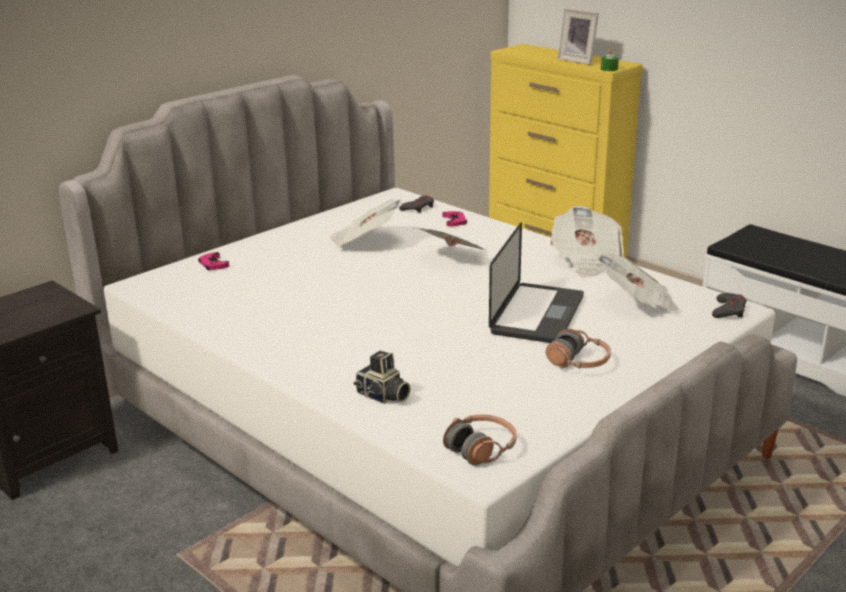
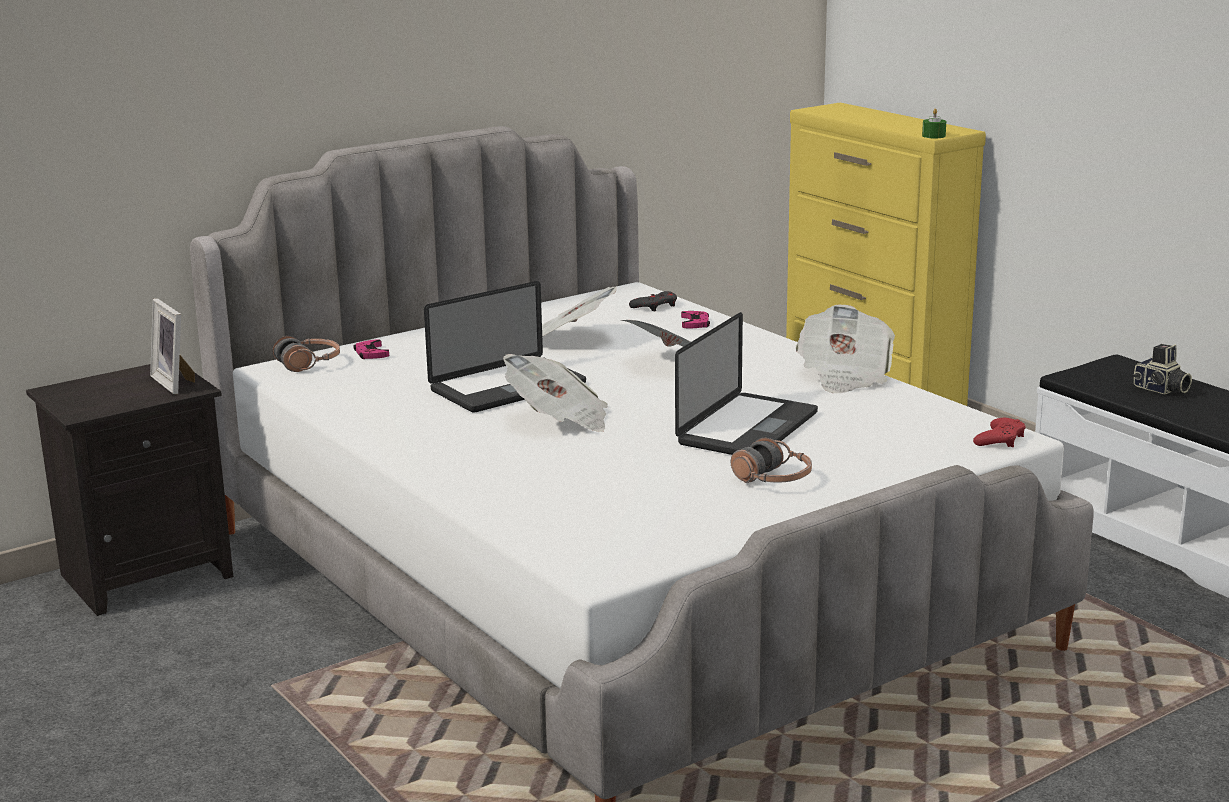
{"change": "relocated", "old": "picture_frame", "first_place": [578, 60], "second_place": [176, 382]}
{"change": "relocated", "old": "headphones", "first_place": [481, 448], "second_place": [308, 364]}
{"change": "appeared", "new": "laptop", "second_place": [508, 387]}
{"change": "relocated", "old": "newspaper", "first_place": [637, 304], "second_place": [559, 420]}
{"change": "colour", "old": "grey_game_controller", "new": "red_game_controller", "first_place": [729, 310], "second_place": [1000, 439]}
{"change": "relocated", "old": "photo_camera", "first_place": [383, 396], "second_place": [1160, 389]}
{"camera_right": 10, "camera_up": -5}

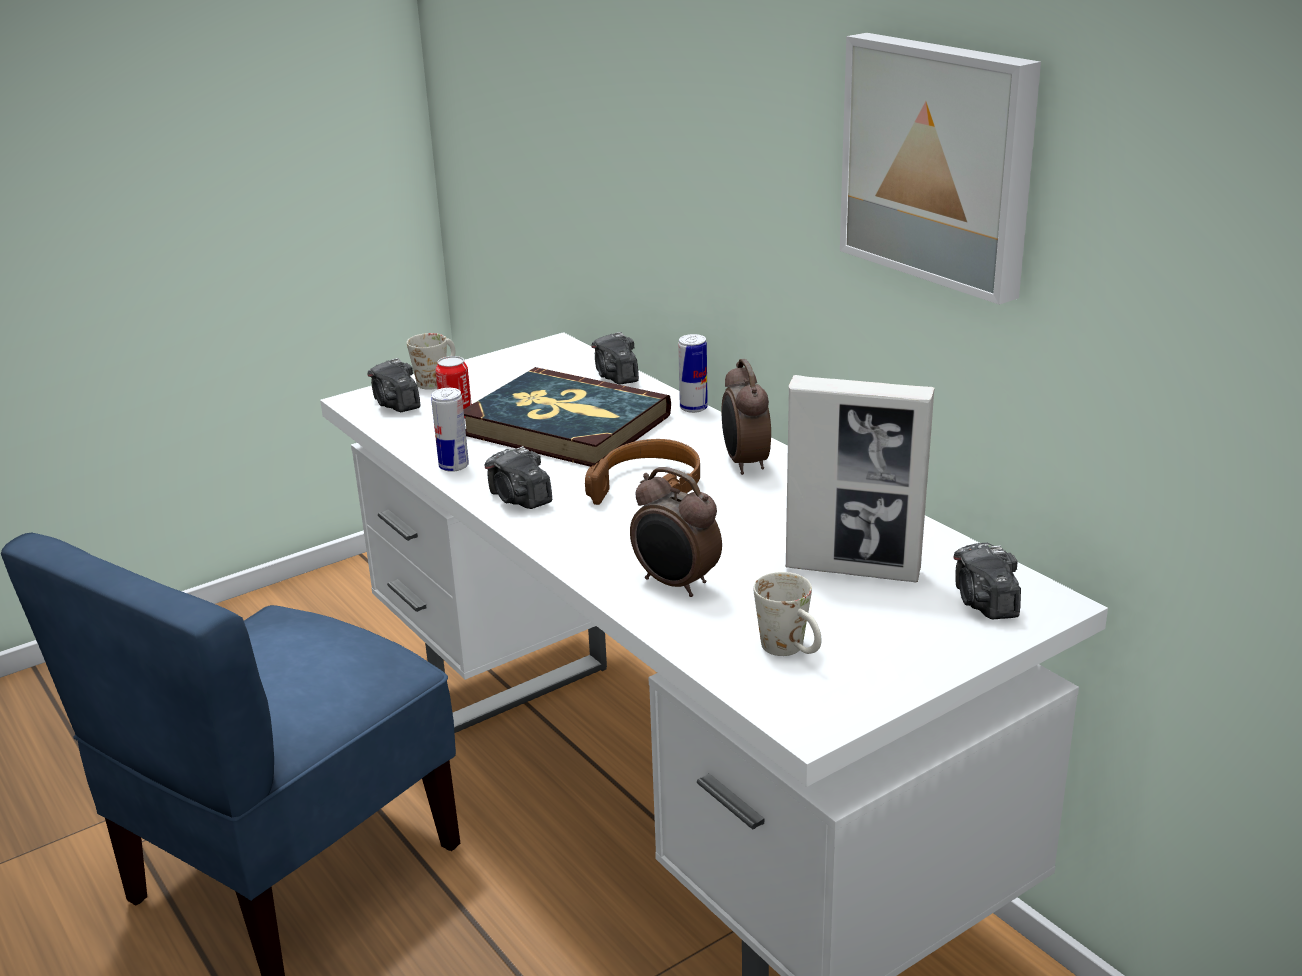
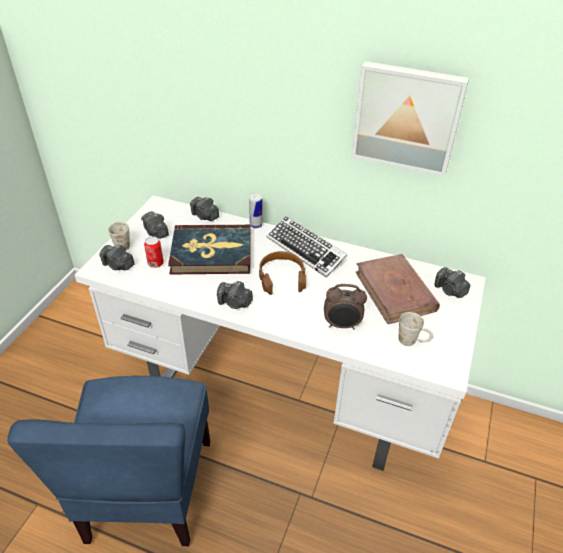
{"change": "appeared", "new": "photo_camera", "second_place": [156, 232]}
{"change": "exchanged", "old": "alarm_clock", "new": "keyboard", "first_place": [744, 463], "second_place": [305, 250]}
{"change": "exchanged", "old": "picture_frame", "new": "brown_book", "first_place": [853, 569], "second_place": [395, 291]}
{"change": "missing", "old": "can", "first_place": [454, 466]}
{"camera_right": -35, "camera_up": 15}

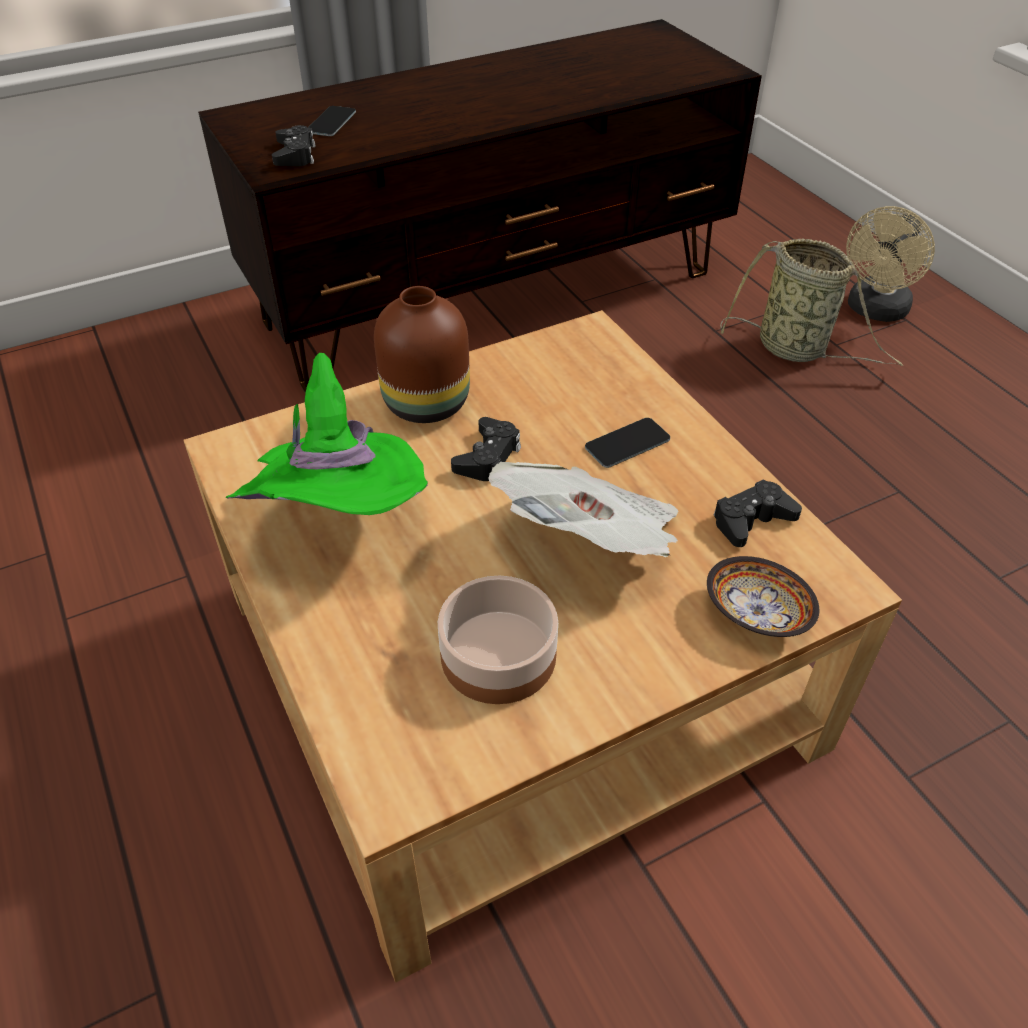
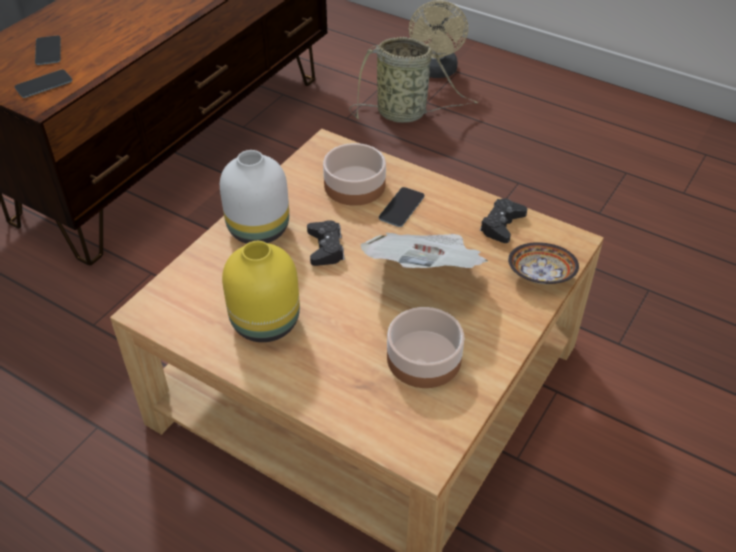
{"change": "exchanged", "old": "black_game_controller", "new": "phone", "first_place": [295, 154], "second_place": [44, 84]}
{"change": "colour", "old": "brown_vase", "new": "white_vase", "first_place": [424, 402], "second_place": [257, 229]}
{"change": "exchanged", "old": "green_hat", "new": "yellow_vase", "first_place": [343, 520], "second_place": [267, 323]}
{"change": "appeared", "new": "bowl", "second_place": [355, 185]}
{"camera_right": -30, "camera_up": 0}

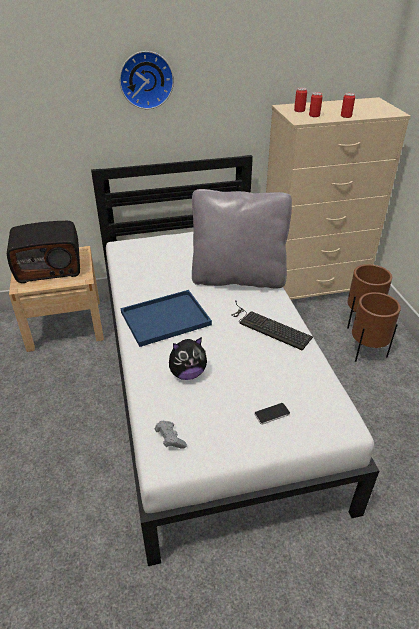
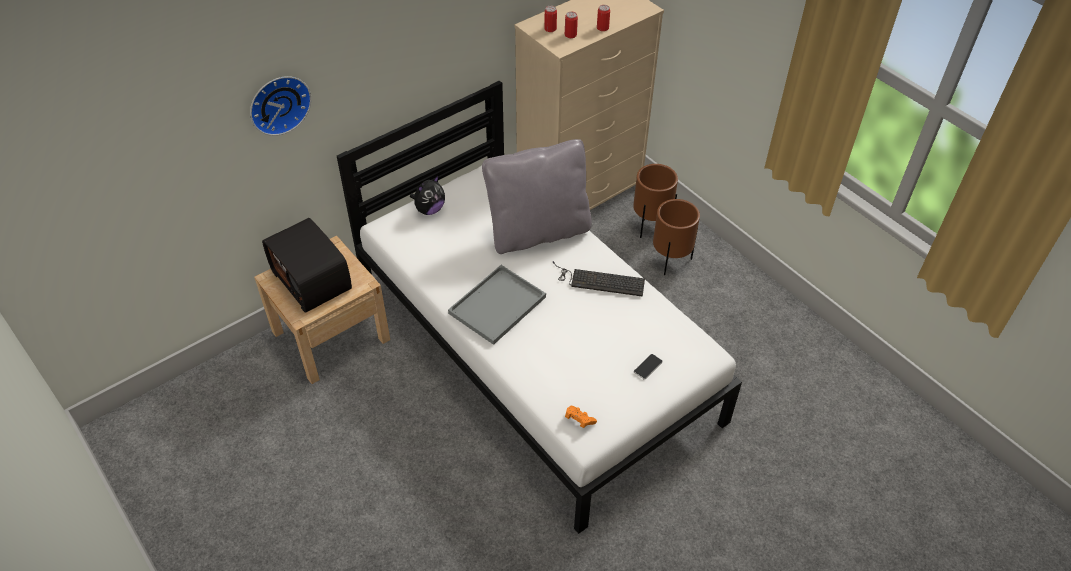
{"change": "relocated", "old": "wall_clock", "first_place": [146, 79], "second_place": [278, 103]}
{"change": "spun", "old": "radio", "first_place": [49, 267], "second_place": [313, 280], "degrees": 90}
{"change": "relocated", "old": "plush_toy", "first_place": [187, 373], "second_place": [429, 209]}
{"change": "colour", "old": "blue_tray", "new": "grey_tray", "first_place": [164, 319], "second_place": [497, 306]}
{"change": "colour", "old": "grey_game_controller", "new": "orange_game_controller", "first_place": [170, 439], "second_place": [579, 420]}
{"camera_right": -25, "camera_up": 10}

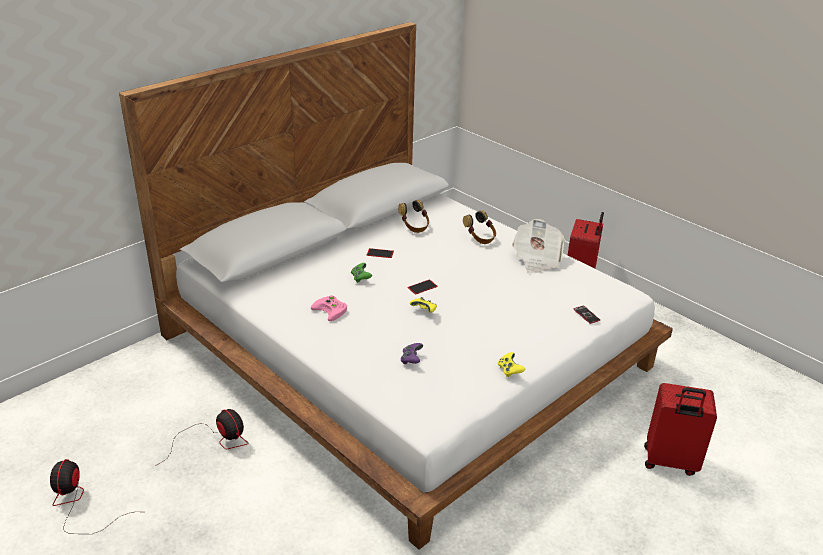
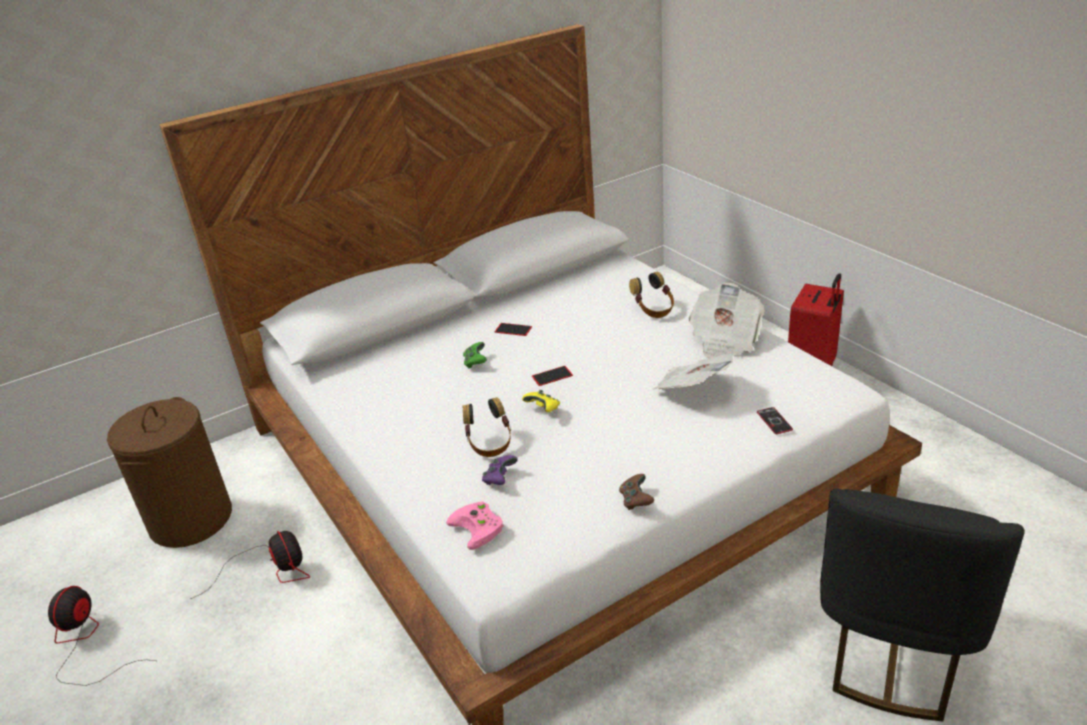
{"change": "appeared", "new": "brown_laundry_basket", "second_place": [191, 519]}
{"change": "relocated", "old": "pink_game_controller", "first_place": [332, 310], "second_place": [479, 527]}
{"change": "relocated", "old": "headphones", "first_place": [414, 227], "second_place": [489, 444]}
{"change": "colour", "old": "yellow_game_controller", "new": "brown_game_controller", "first_place": [509, 370], "second_place": [635, 500]}
{"change": "appeared", "new": "newspaper", "second_place": [693, 389]}
{"change": "exchanged", "old": "red_suitcase", "new": "black_chair", "first_place": [670, 462], "second_place": [892, 647]}
{"camera_right": 15, "camera_up": 0}

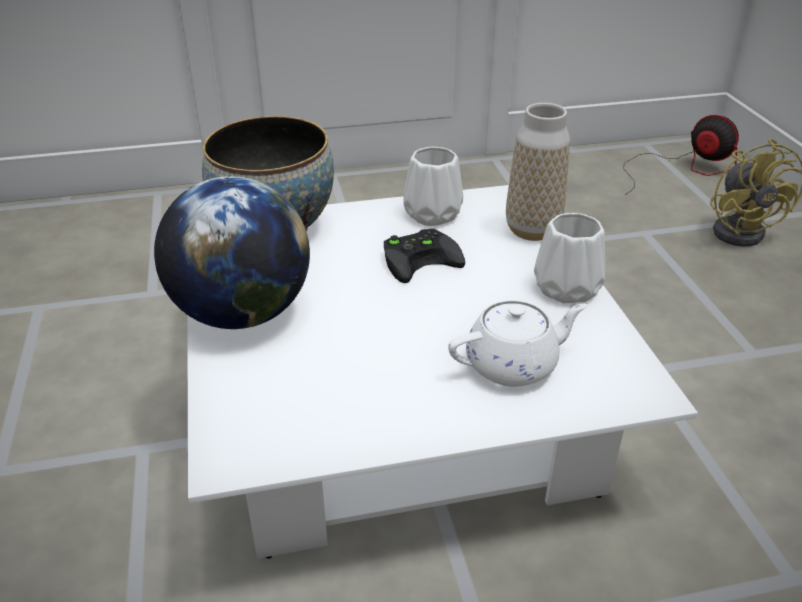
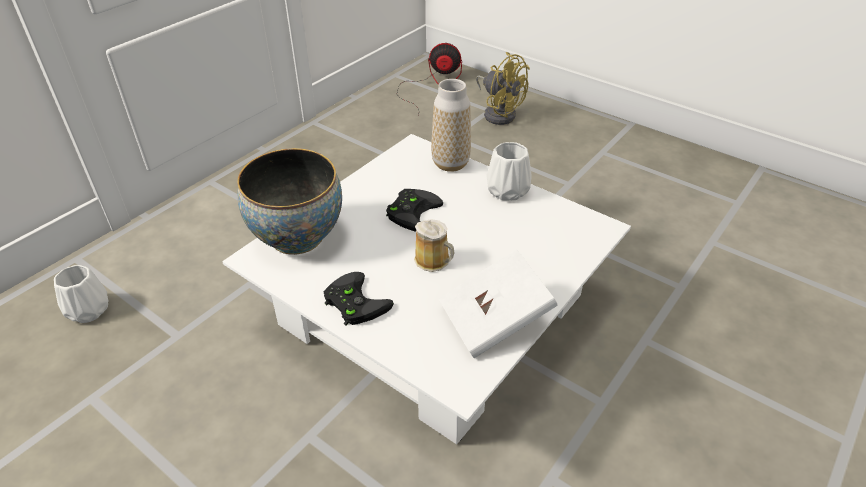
{"change": "relocated", "old": "white_vase", "first_place": [433, 215], "second_place": [89, 310]}
{"change": "exchanged", "old": "globe", "new": "black_game_controller", "first_place": [242, 314], "second_place": [353, 302]}
{"change": "appeared", "new": "mug", "second_place": [434, 261]}
{"change": "appeared", "new": "white_book", "second_place": [495, 320]}
{"change": "missing", "old": "white_teapot", "first_place": [513, 364]}
{"camera_right": -40, "camera_up": 5}

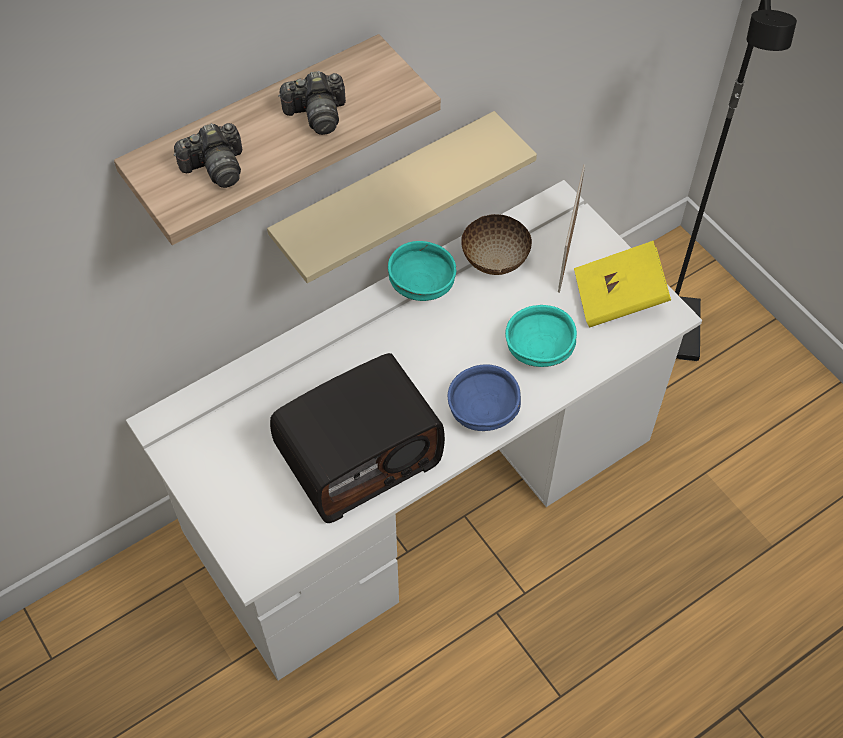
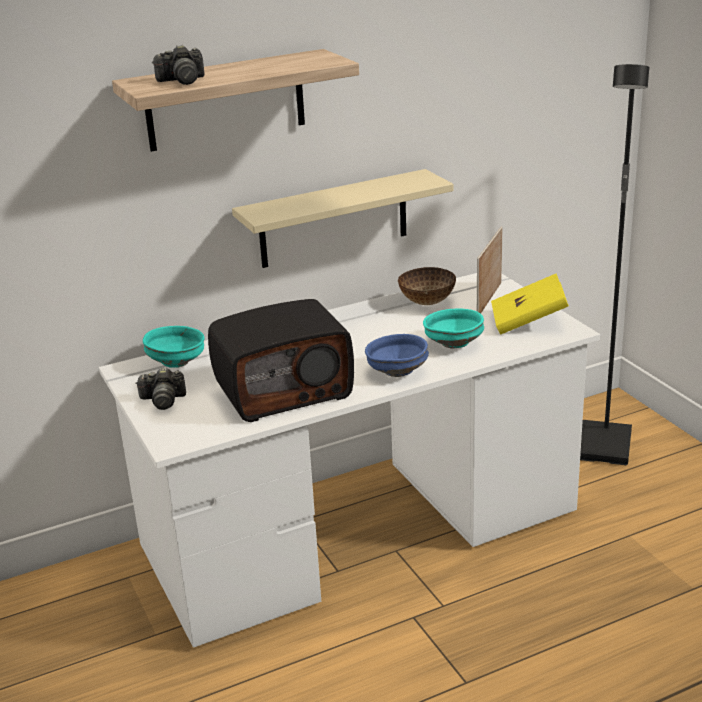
{"change": "relocated", "old": "photo_camera", "first_place": [317, 114], "second_place": [163, 400]}
{"change": "relocated", "old": "turquoise_bowl", "first_place": [423, 285], "second_place": [177, 362]}
{"camera_right": 10, "camera_up": -30}

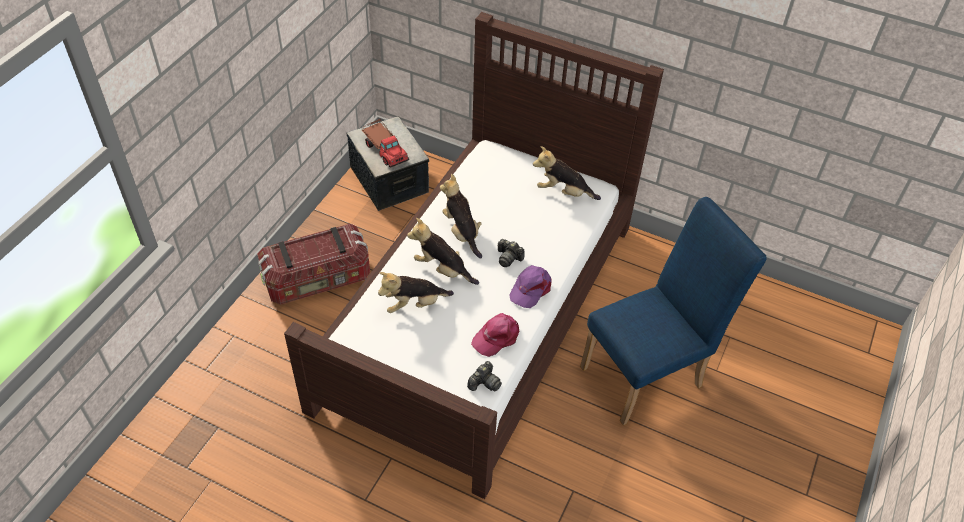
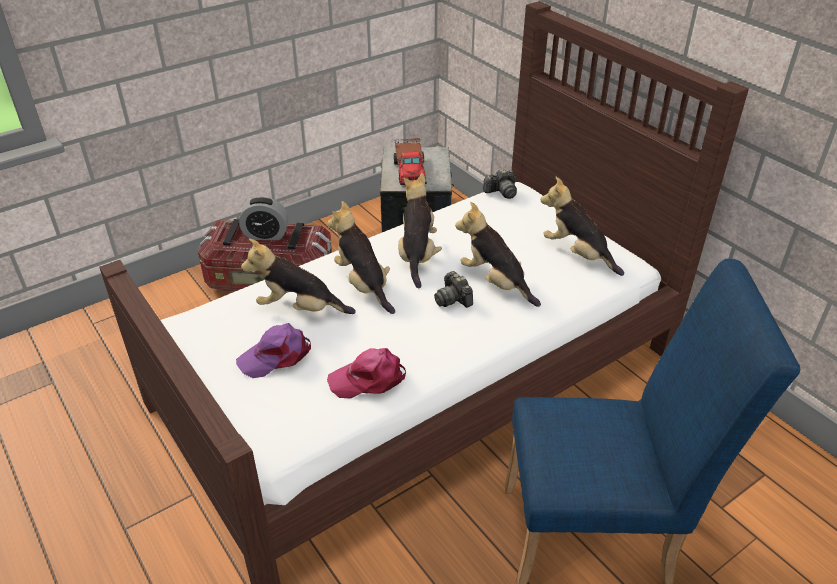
{"change": "relocated", "old": "purple_cap", "first_place": [530, 289], "second_place": [276, 356]}
{"change": "appeared", "new": "alarm_clock", "second_place": [266, 235]}
{"change": "appeared", "new": "plush_toy", "second_place": [495, 282]}
{"change": "relocated", "old": "photo_camera", "first_place": [484, 383], "second_place": [501, 192]}
{"camera_right": 30, "camera_up": -10}

